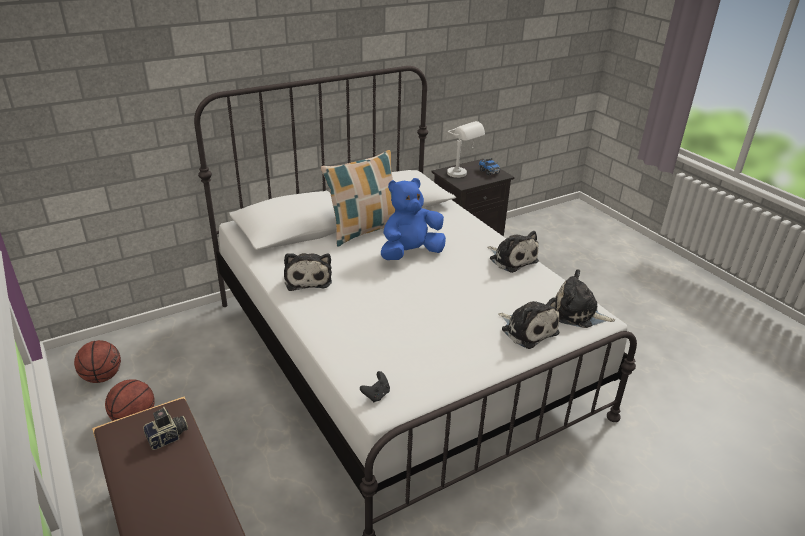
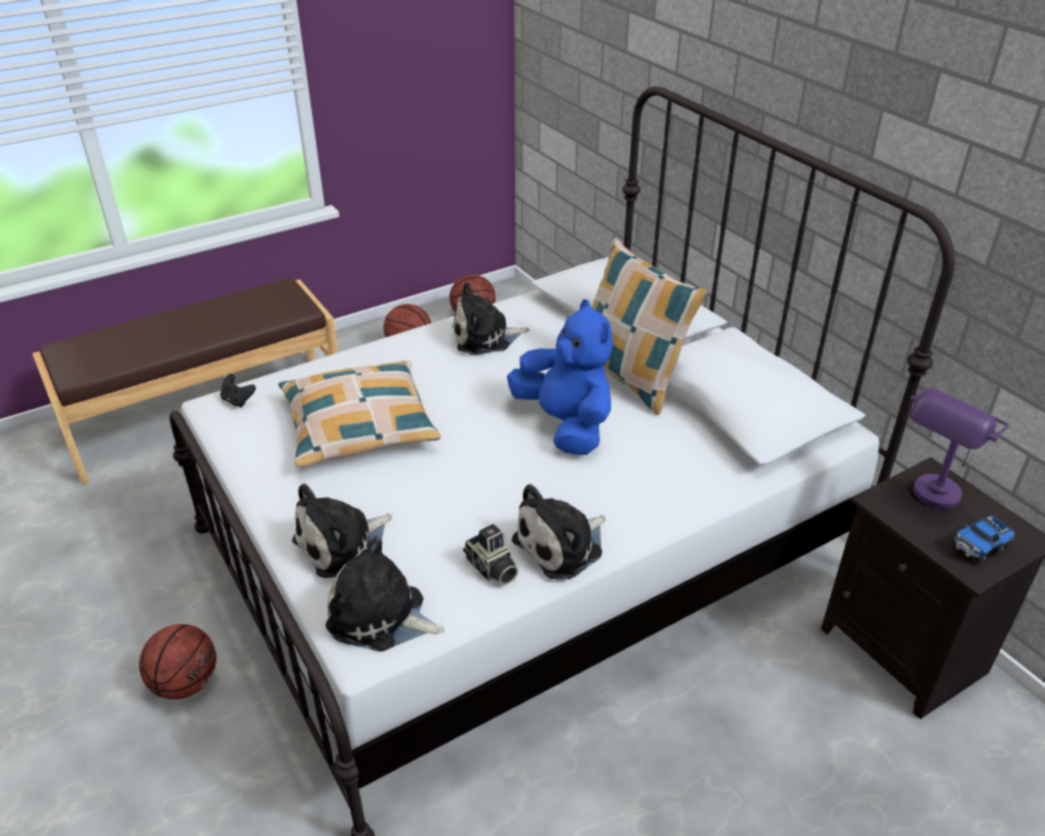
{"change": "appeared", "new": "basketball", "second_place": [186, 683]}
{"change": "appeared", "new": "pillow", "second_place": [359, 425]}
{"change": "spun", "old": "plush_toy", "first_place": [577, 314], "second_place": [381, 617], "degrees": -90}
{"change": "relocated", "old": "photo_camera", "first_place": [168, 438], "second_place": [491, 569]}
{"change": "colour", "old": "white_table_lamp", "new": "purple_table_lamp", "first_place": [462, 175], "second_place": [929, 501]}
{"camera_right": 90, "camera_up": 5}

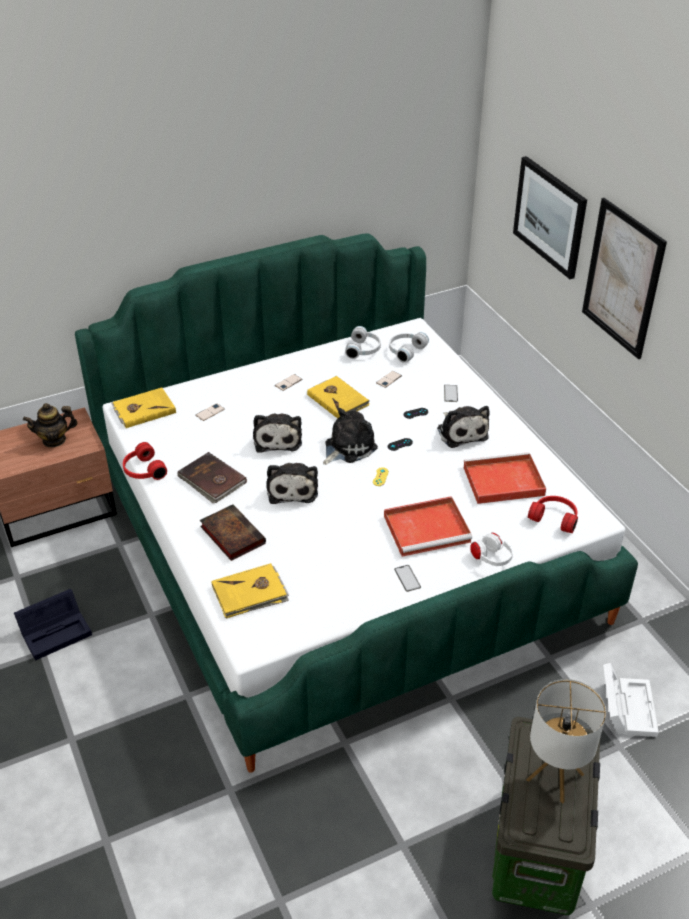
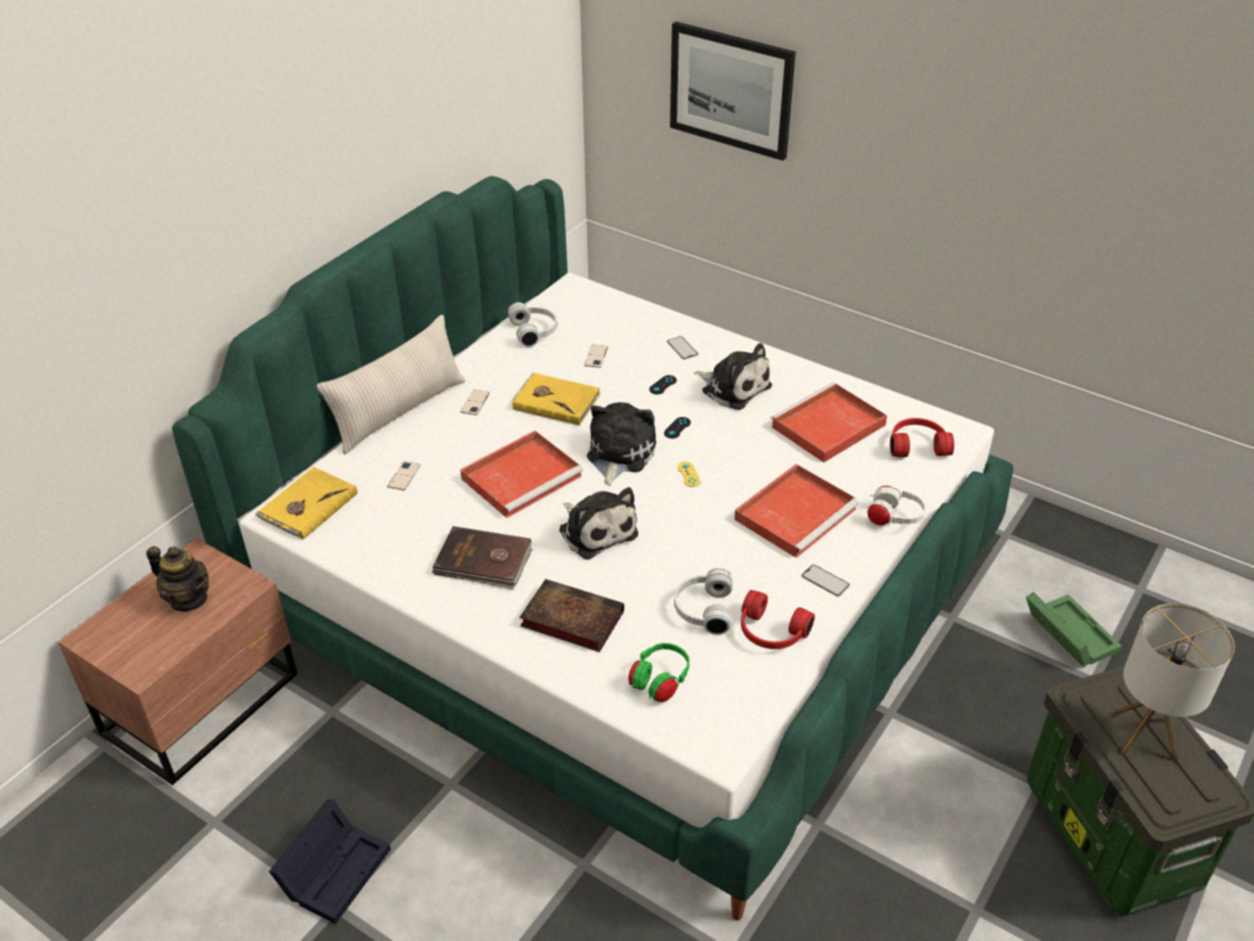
{"change": "spun", "old": "teapot", "first_place": [54, 440], "second_place": [188, 599], "degrees": -105}
{"change": "appeared", "new": "beige_pillow", "second_place": [399, 412]}
{"change": "exchanged", "old": "plush_toy", "new": "red_tray", "first_place": [278, 438], "second_place": [523, 476]}
{"change": "exchanged", "old": "yellow_book", "new": "green_headphones", "first_place": [250, 593], "second_place": [659, 682]}
{"change": "relocated", "old": "white_headphones", "first_place": [405, 350], "second_place": [702, 609]}
{"change": "relocated", "old": "red_headphones", "first_place": [143, 470], "second_place": [770, 633]}
{"change": "colour", "old": "white_storage_box", "new": "green_storage_box", "first_place": [626, 706], "second_place": [1066, 634]}
{"change": "missing", "old": "picture", "first_place": [622, 278]}
{"camera_right": -30, "camera_up": 0}

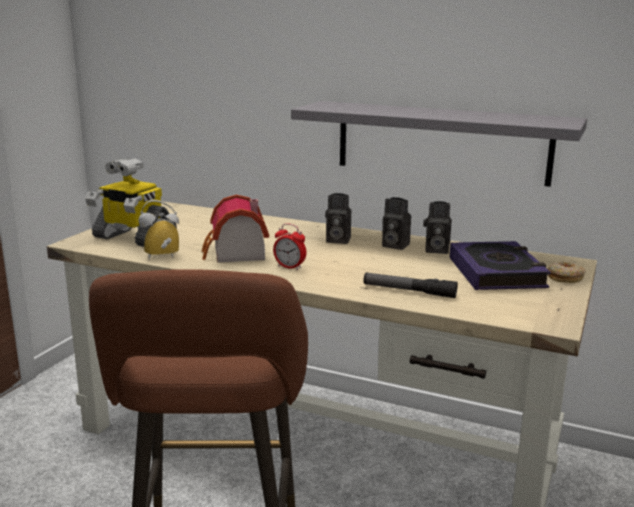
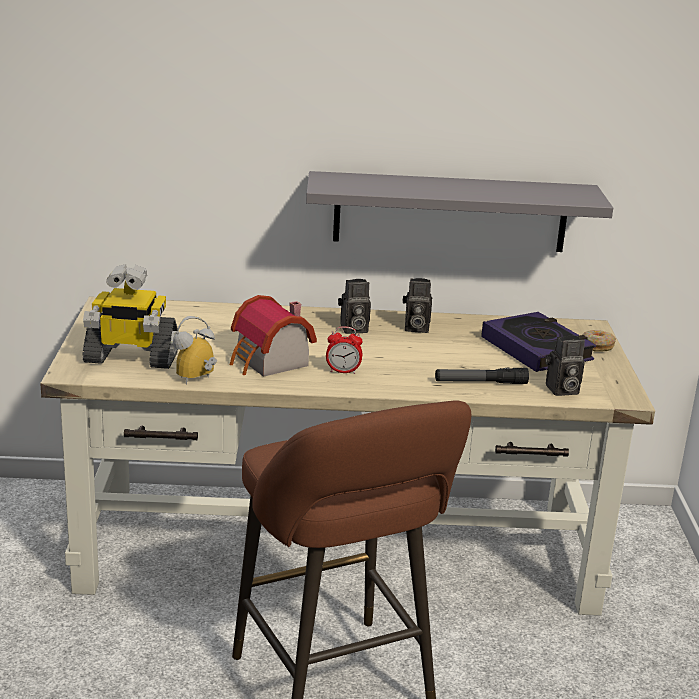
{"change": "relocated", "old": "photo_camera", "first_place": [435, 250], "second_place": [561, 390]}
{"camera_right": -25, "camera_up": 5}

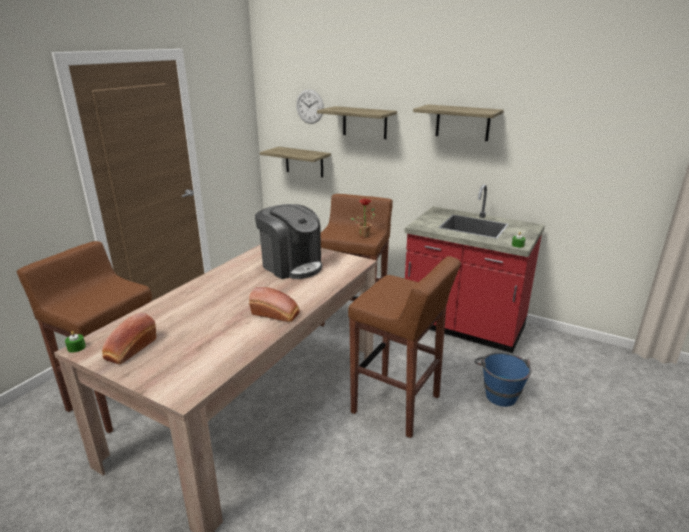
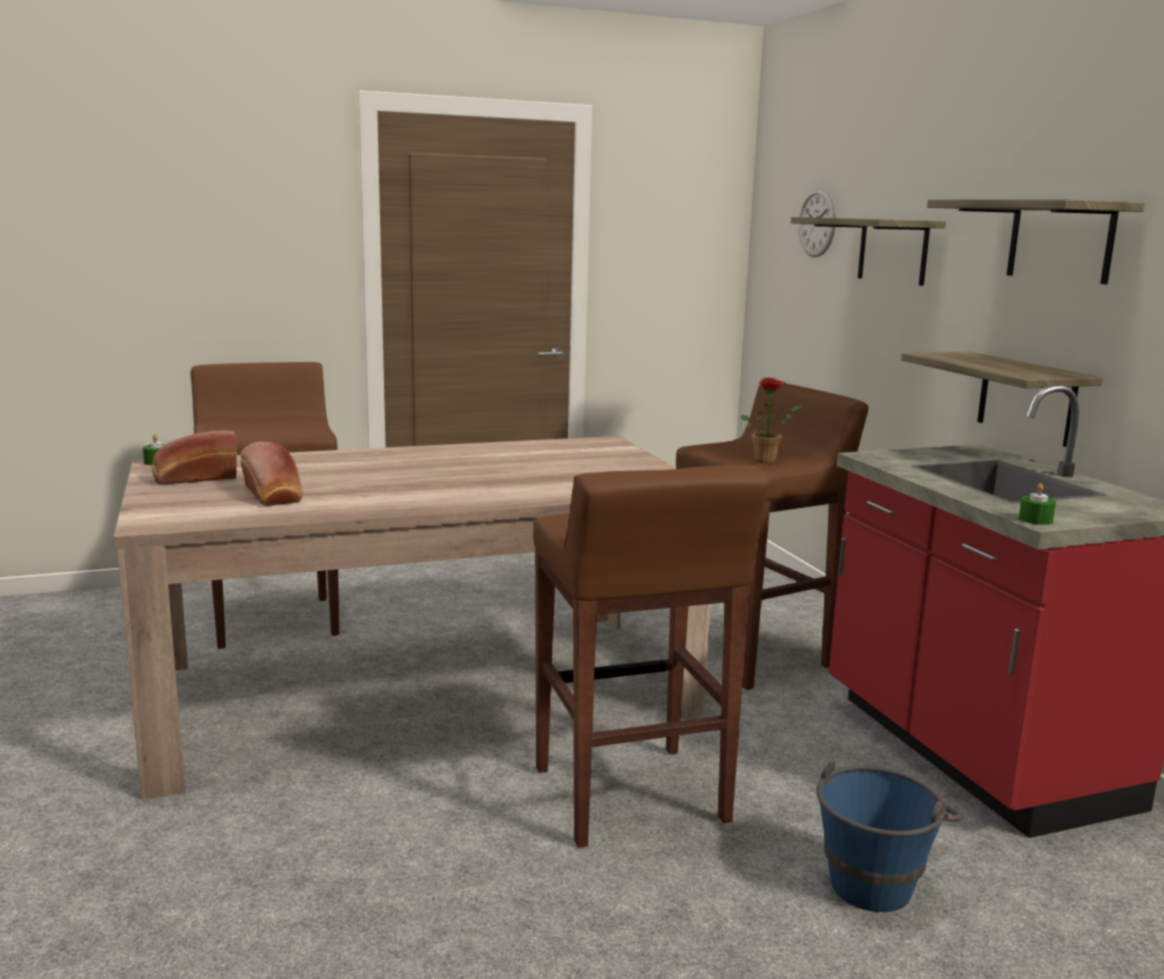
{"change": "relocated", "old": "bread", "first_place": [276, 314], "second_place": [273, 495]}
{"change": "relocated", "old": "shelf", "first_place": [304, 162], "second_place": [1026, 398]}
{"change": "missing", "old": "coffee_machine", "first_place": [291, 265]}
{"camera_right": 40, "camera_up": -10}

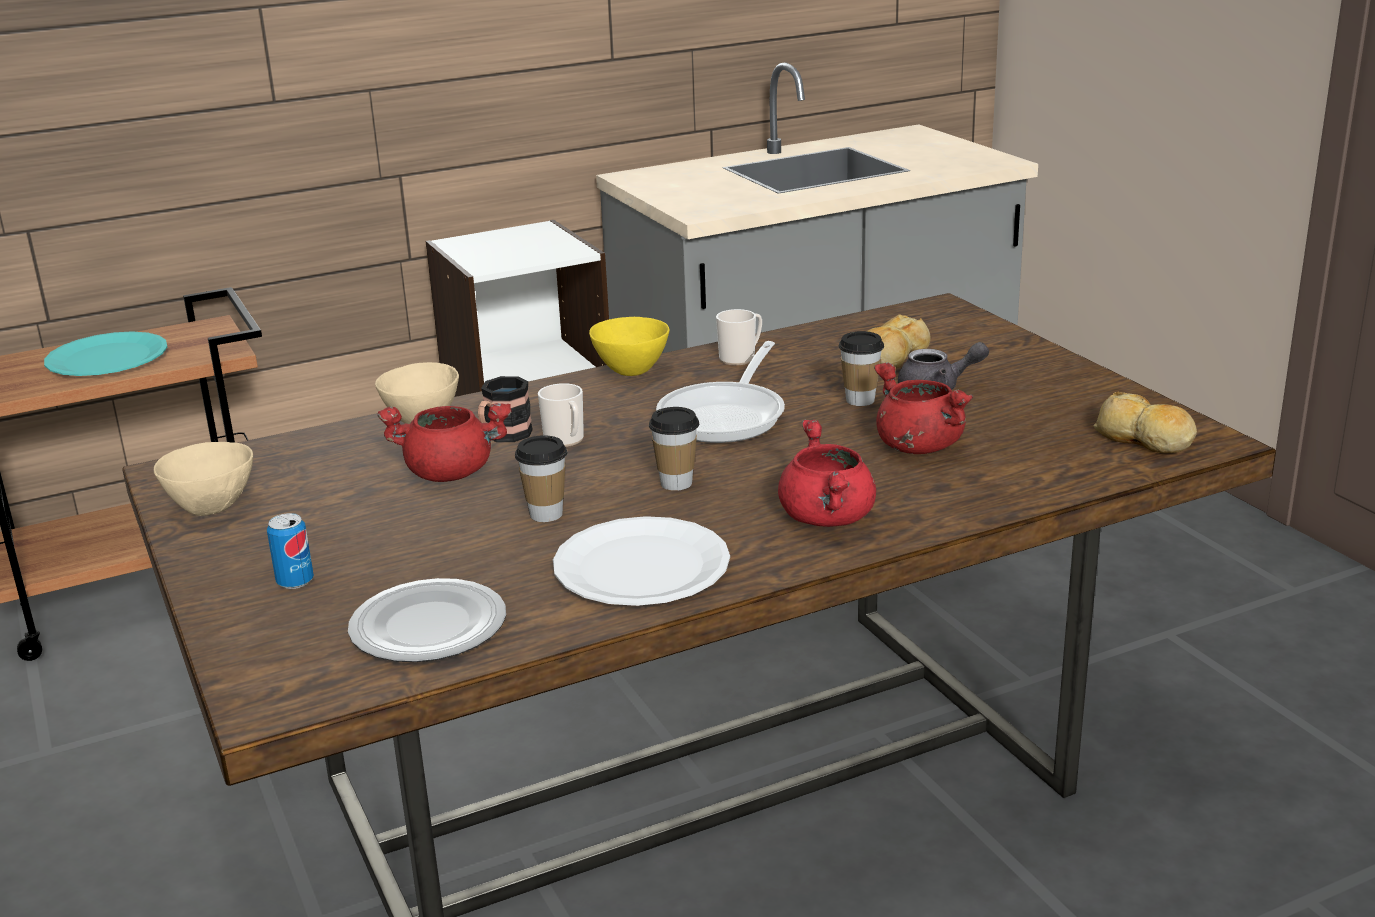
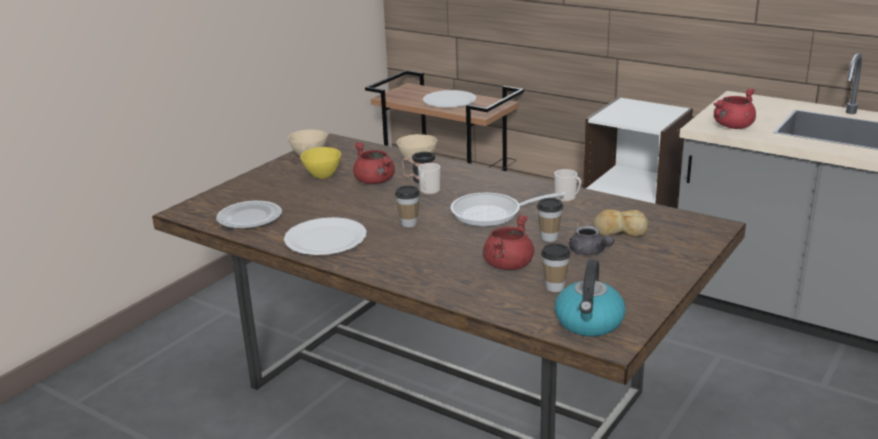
{"change": "relocated", "old": "yellow_bowl", "first_place": [631, 371], "second_place": [322, 176]}
{"change": "colour", "old": "turquoise_plate", "new": "white_plate", "first_place": [108, 358], "second_place": [449, 101]}
{"change": "relocated", "old": "cup", "first_place": [546, 514], "second_place": [555, 287]}
{"change": "exchanged", "old": "bread", "new": "kettle", "first_place": [1144, 439], "second_place": [589, 323]}
{"change": "relocated", "old": "red_cooking_pot", "first_place": [828, 519], "second_place": [733, 126]}
{"change": "missing", "old": "can", "first_place": [295, 581]}
{"camera_right": 60, "camera_up": 0}

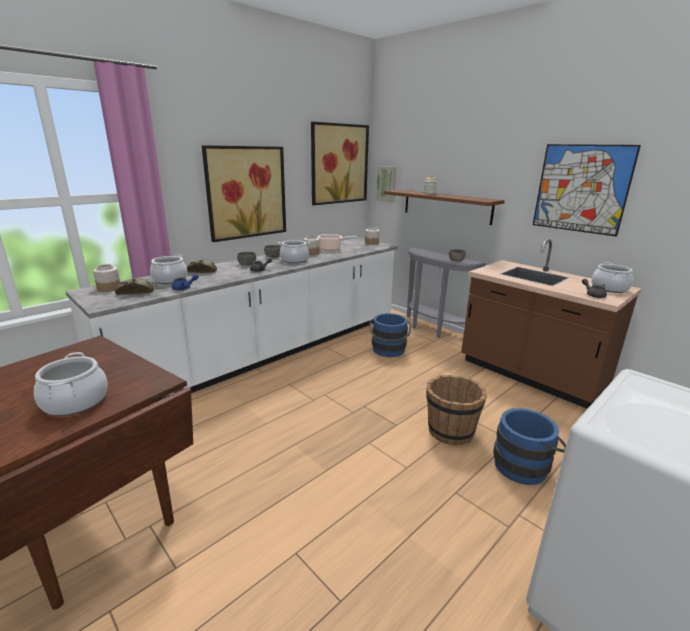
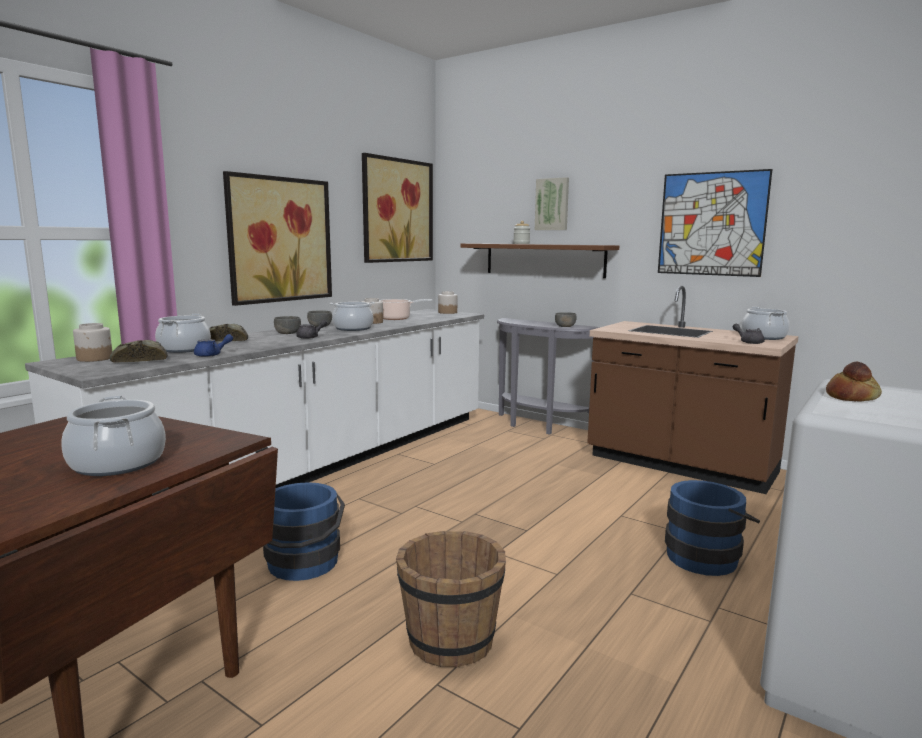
{"change": "relocated", "old": "blue_bucket", "first_place": [388, 351], "second_place": [302, 566]}
{"change": "relocated", "old": "brown_bucket", "first_place": [450, 431], "second_place": [450, 640]}
{"change": "relocated", "old": "picture", "first_place": [386, 184], "second_place": [552, 204]}
{"change": "appeared", "new": "bread", "second_place": [852, 397]}
{"camera_right": -10, "camera_up": -10}

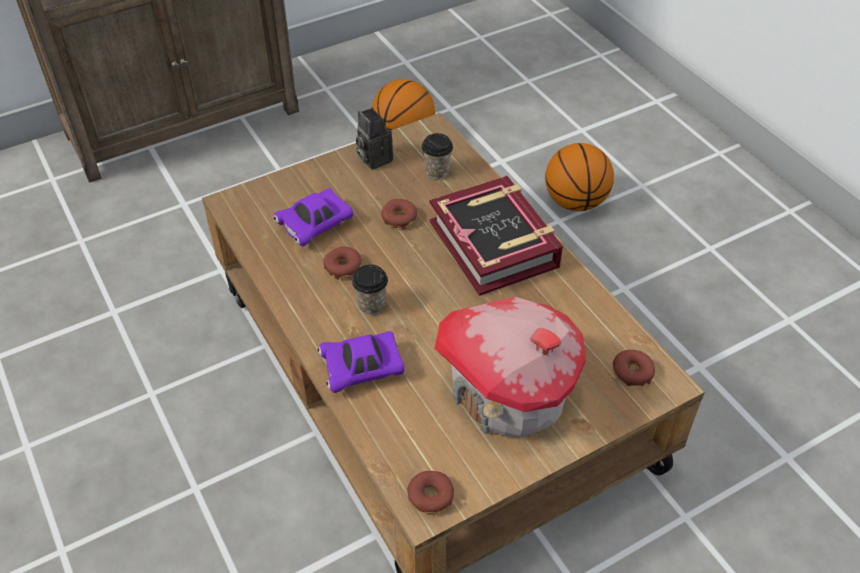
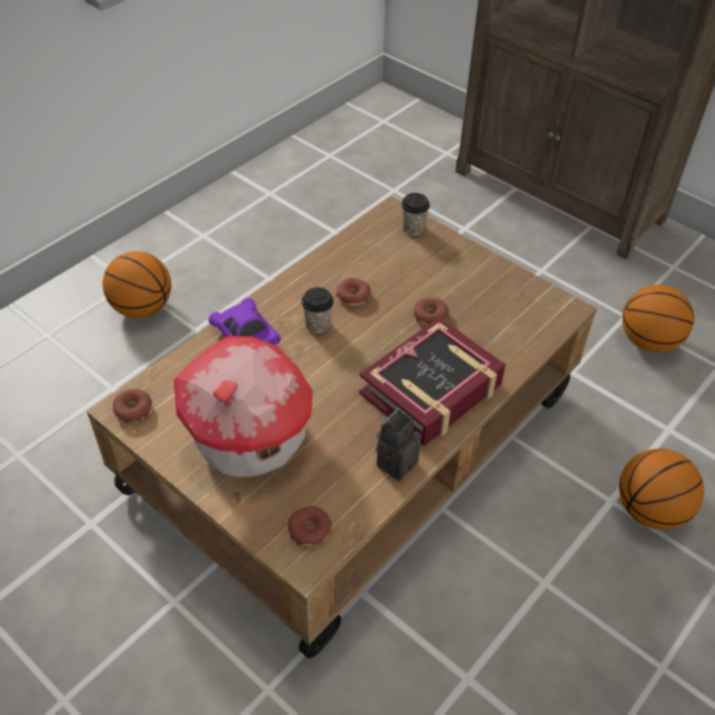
{"change": "appeared", "new": "basketball", "second_place": [142, 308]}
{"change": "relocated", "old": "photo_camera", "first_place": [373, 158], "second_place": [396, 461]}
{"change": "relocated", "old": "cup", "first_place": [437, 172], "second_place": [413, 228]}
{"change": "missing", "old": "purple_toy_car", "first_place": [315, 226]}
{"camera_right": 70, "camera_up": 0}

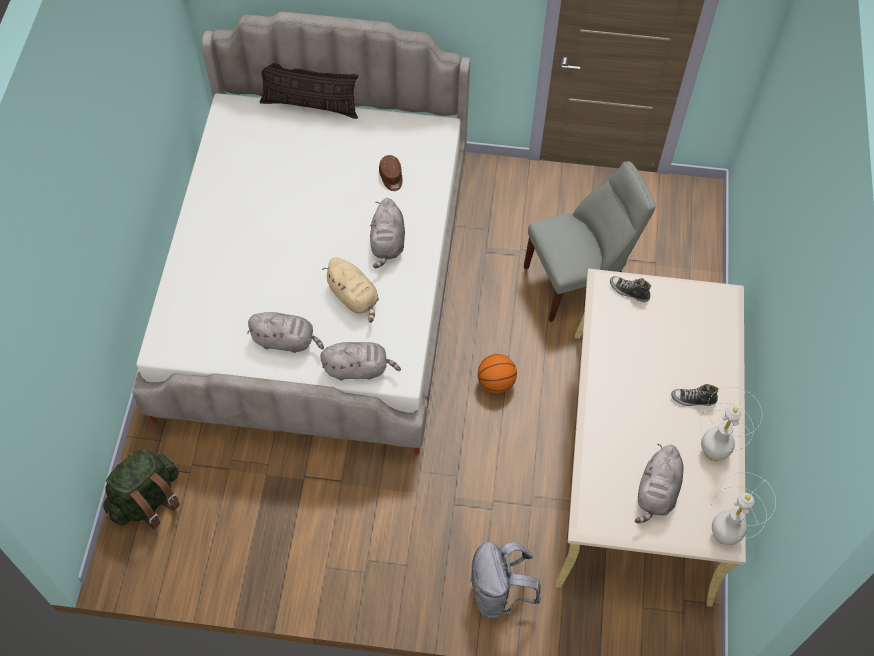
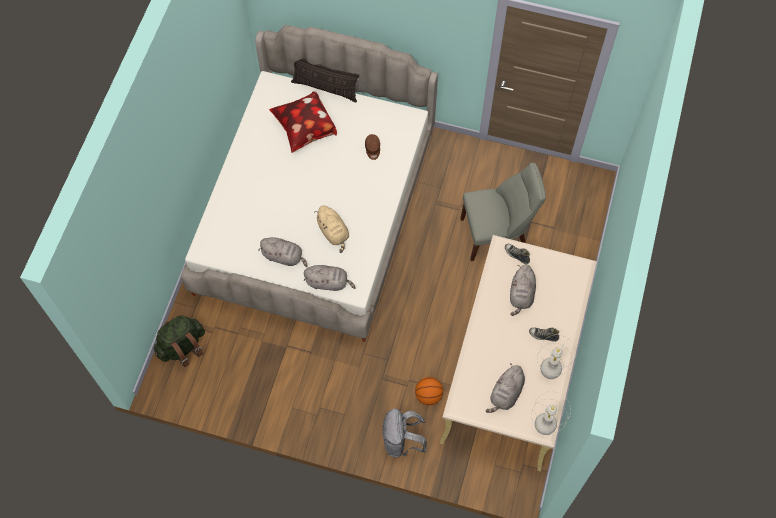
{"change": "appeared", "new": "pillow", "second_place": [304, 130]}
{"change": "relocated", "old": "basketball", "first_place": [496, 382], "second_place": [428, 395]}
{"change": "relocated", "old": "grey_plush_toy", "first_place": [387, 243], "second_place": [521, 295]}
{"camera_right": 10, "camera_up": 5}

